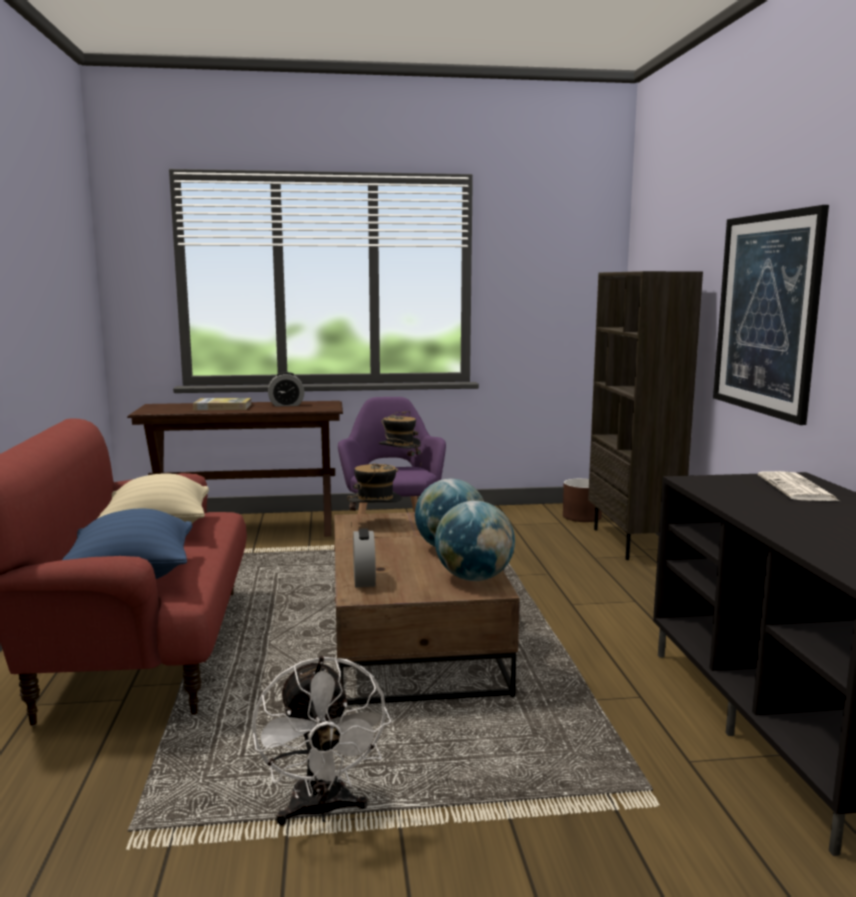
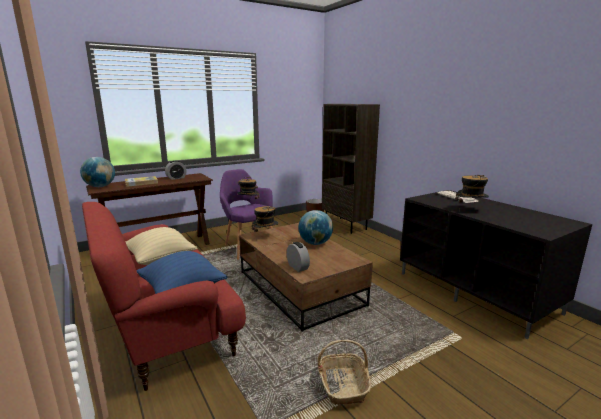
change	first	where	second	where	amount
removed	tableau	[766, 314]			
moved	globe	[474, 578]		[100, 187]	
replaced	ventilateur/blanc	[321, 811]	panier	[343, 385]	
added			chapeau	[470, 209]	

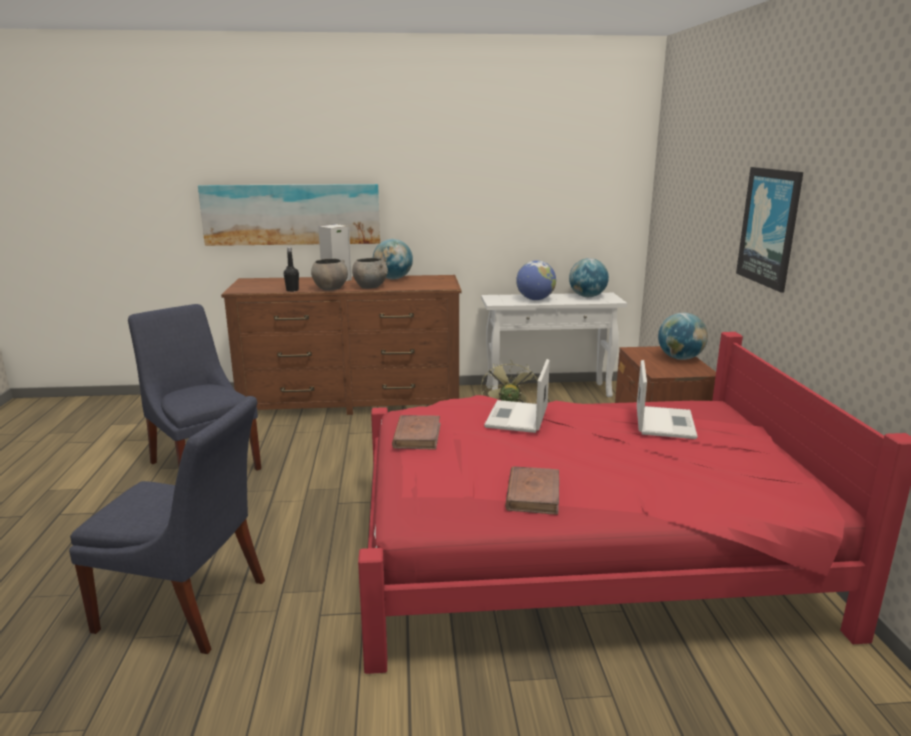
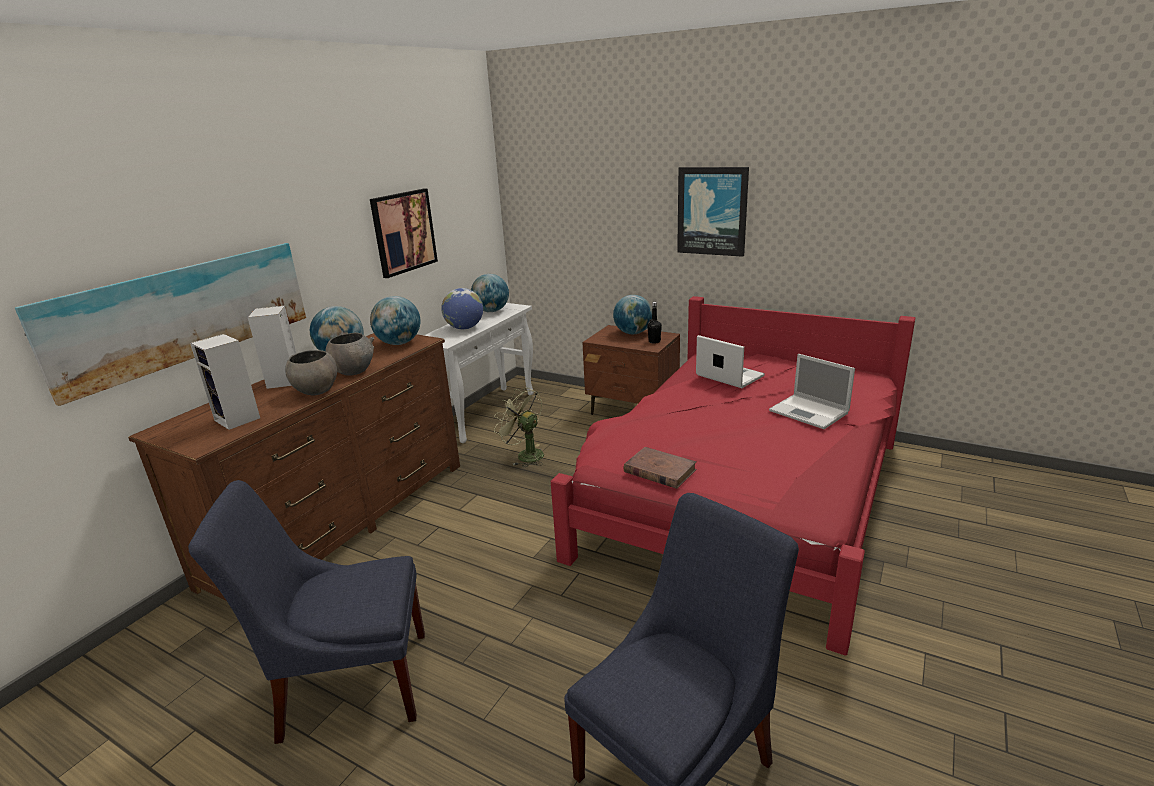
change	first	where	second	where	amount
moved	bouteille/noir	[292, 290]		[654, 341]	
moved	ordinateur portable	[517, 418]		[810, 412]	
removed	livre/marron	[533, 494]			
added			tableau	[403, 232]	
added			globe	[399, 343]	
added			enceinte	[239, 419]	

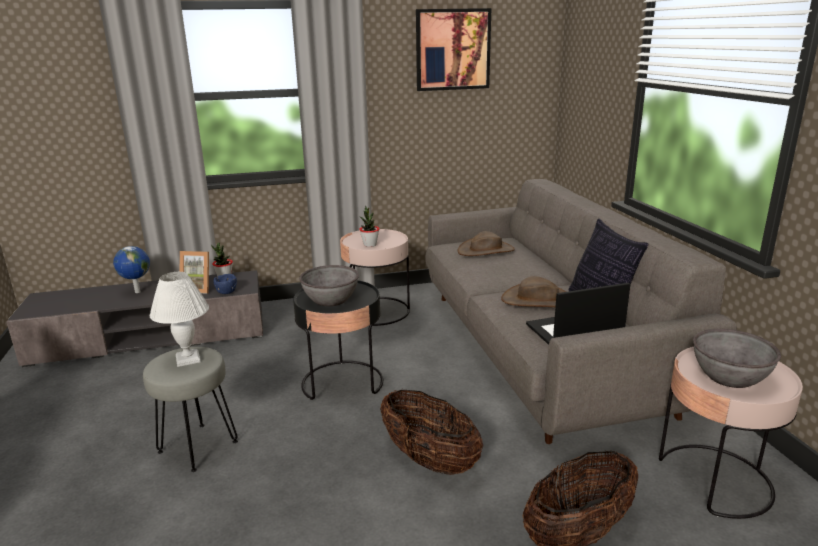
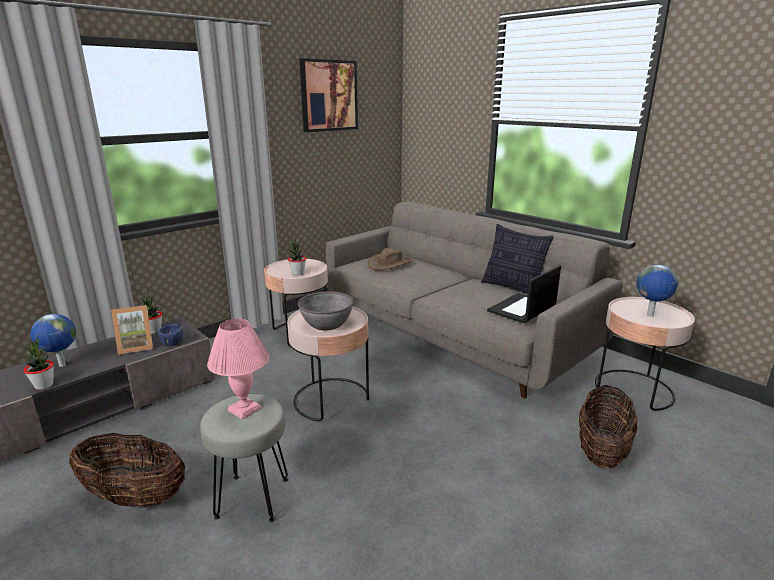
change	first	where	second	where	amount
recoloured	lampe de table/blanc	[188, 359]	lampe de table/rose	[245, 409]	
removed	chapeau/marron	[537, 300]			
recoloured	table d'appoint/noir	[343, 382]	table d'appoint/rose	[331, 399]	
replaced	bol/gris	[729, 377]	globe	[650, 315]	
moved	panier	[429, 460]		[134, 497]	
added			plante en pot	[44, 385]	

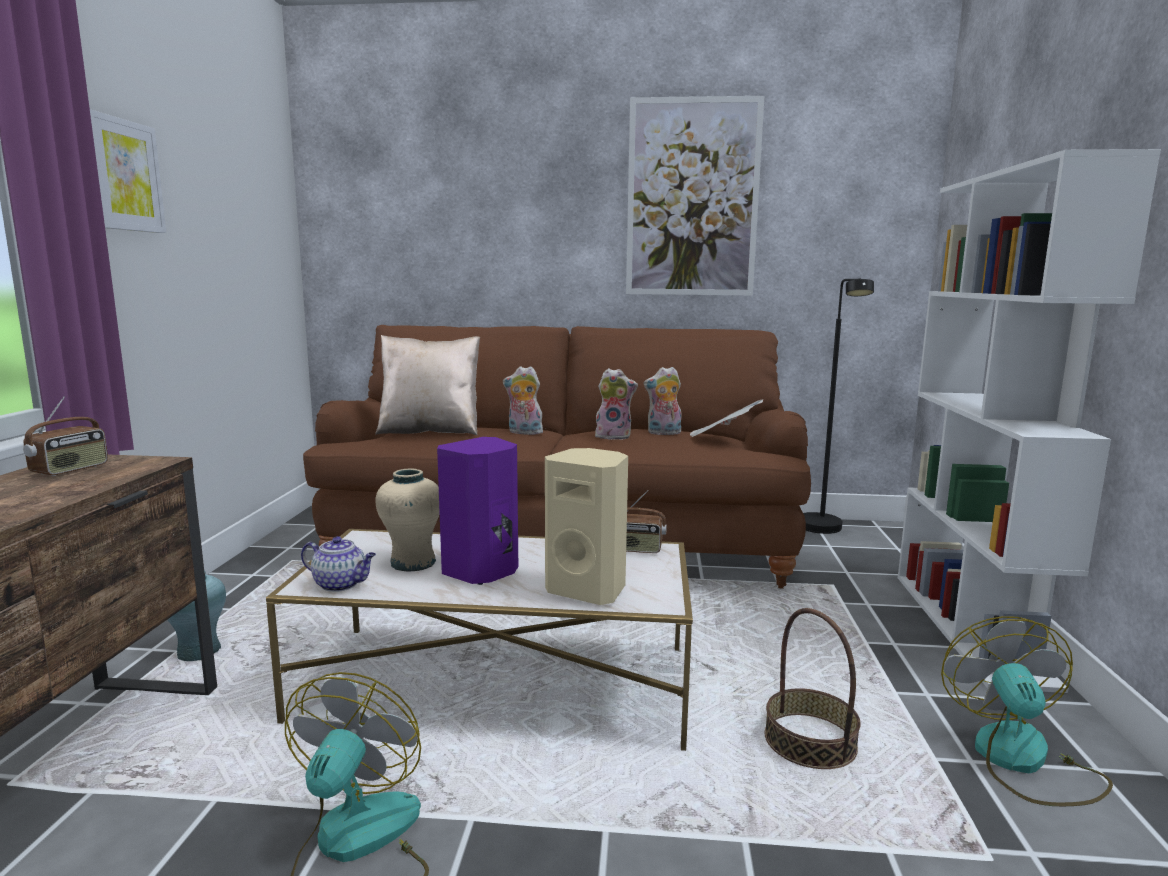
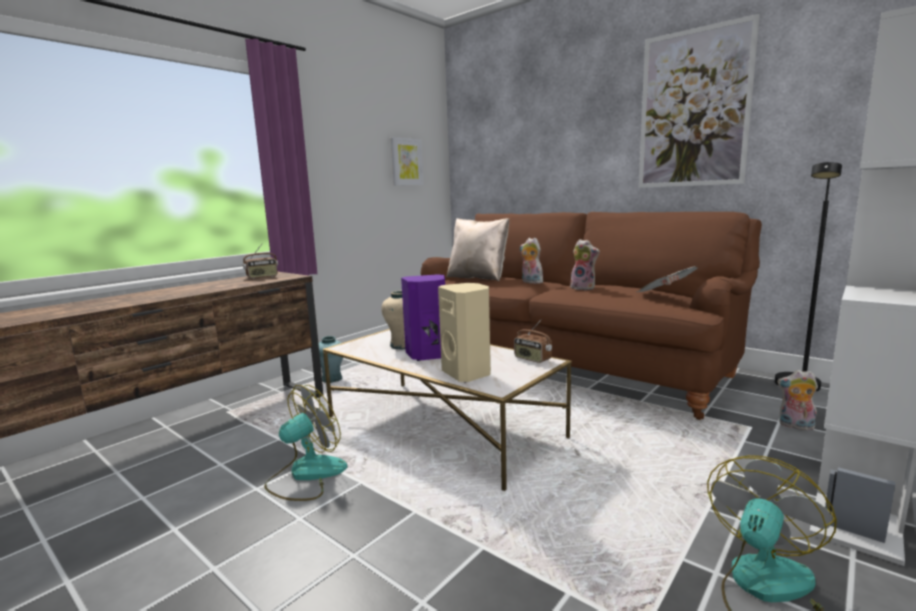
change	first	where	second	where	amount
moved	tableau	[123, 175]		[406, 162]	
moved	peluche	[663, 433]		[795, 426]	
removed	théière	[341, 584]			
removed	panier	[810, 741]			

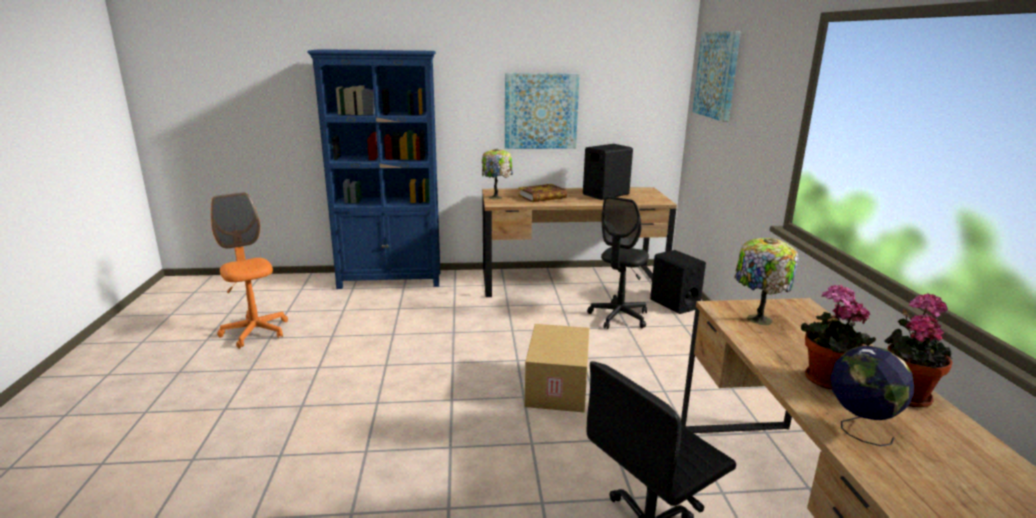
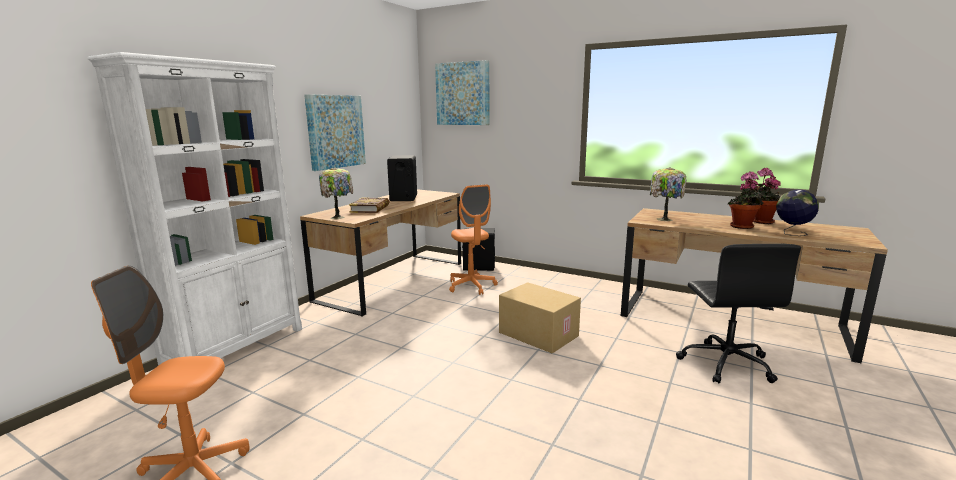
change	first	where	second	where	amount
recoloured	bibliothèque/bleu	[391, 280]	bibliothèque/blanc	[237, 347]	
recoloured	chaise de bureau/noir	[619, 317]	chaise de bureau/orange	[471, 286]	

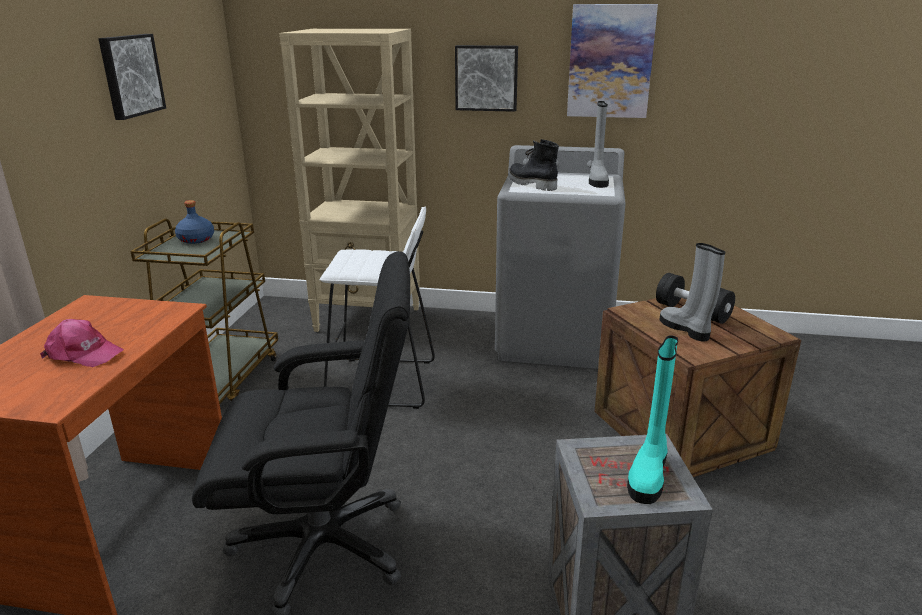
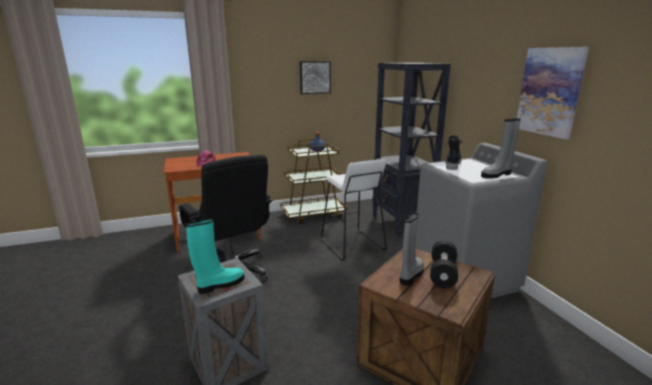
change	first	where	second	where	amount
recoloured	bibliothèque/beige	[369, 320]	bibliothèque/noir	[401, 223]	
removed	tableau	[486, 78]			
turned	botte/turquoise	[648, 473]		[220, 285]	150 degrees clockwise

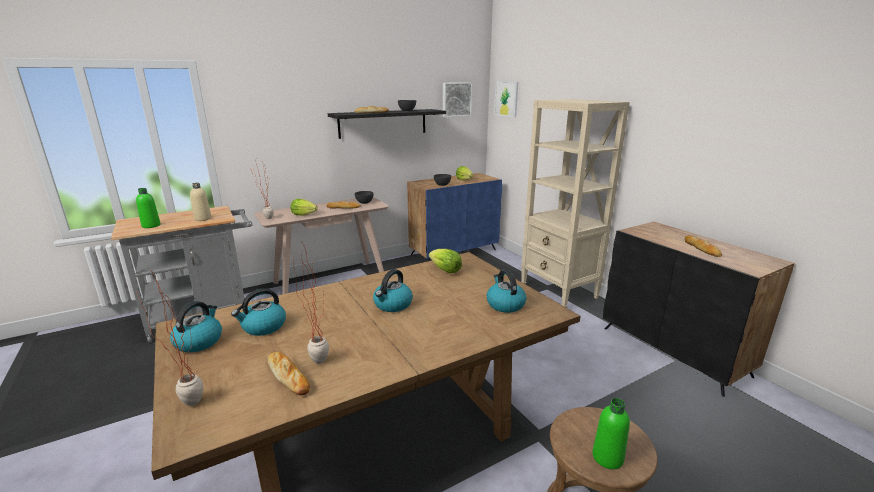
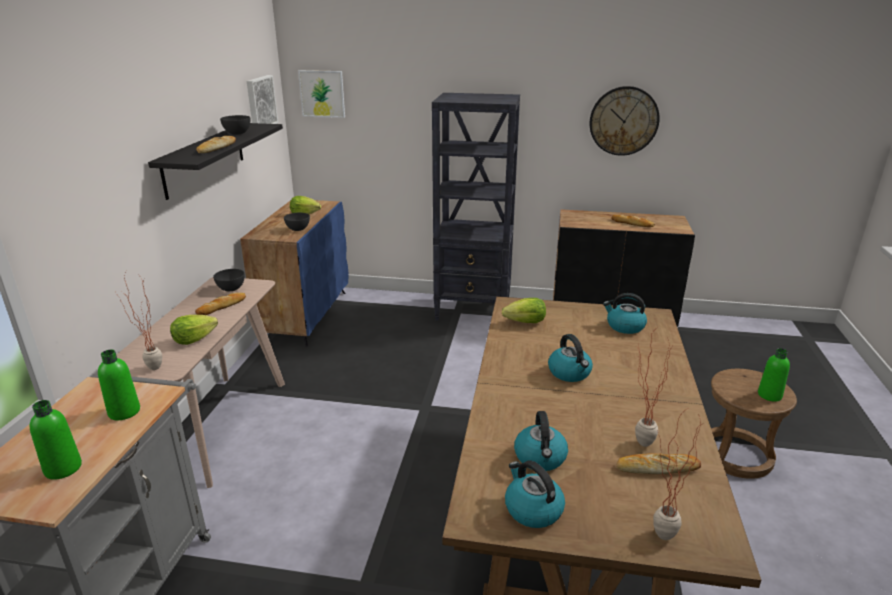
change	first	where	second	where	amount
recoloured	bibliothèque/beige	[559, 292]	bibliothèque/noir	[473, 311]	
recoloured	bouteille/beige	[203, 219]	bouteille/vert	[124, 412]	
added			horloge murale	[623, 121]	

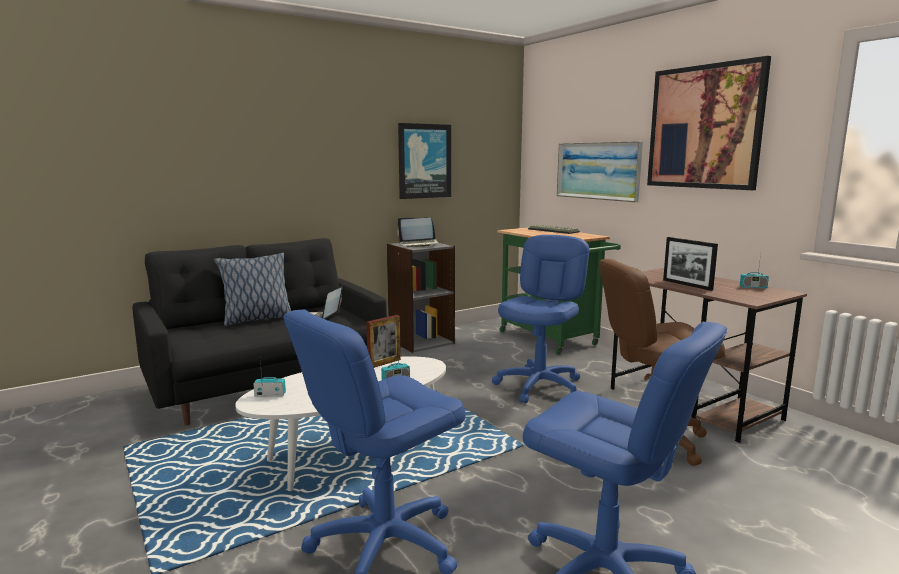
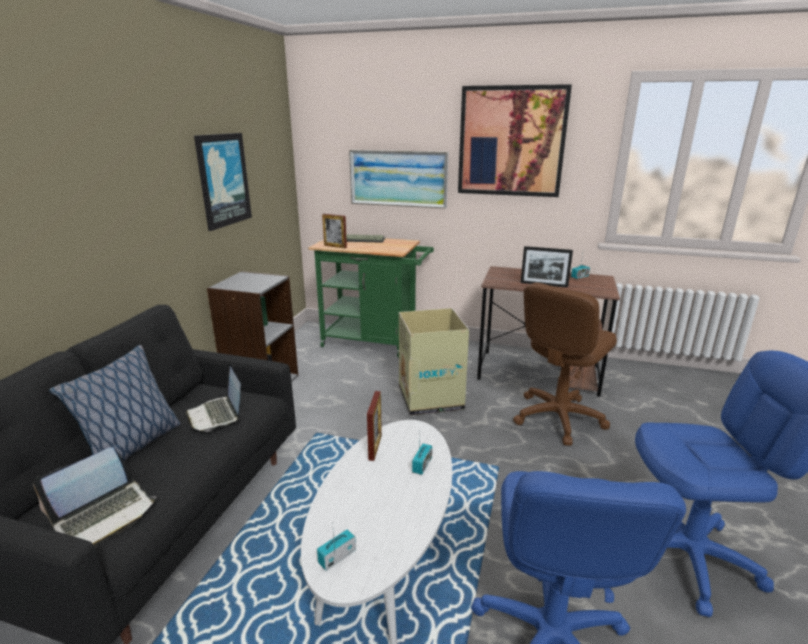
change	first	where	second	where	amount
moved	ordinateur portable	[419, 244]		[105, 515]	
replaced	chaise de bureau/bleu	[540, 386]	carton	[430, 398]	
added			cadre photo	[335, 246]	

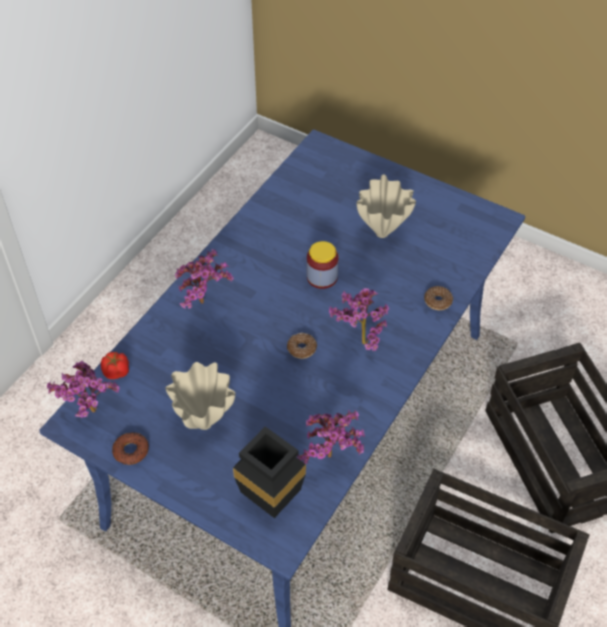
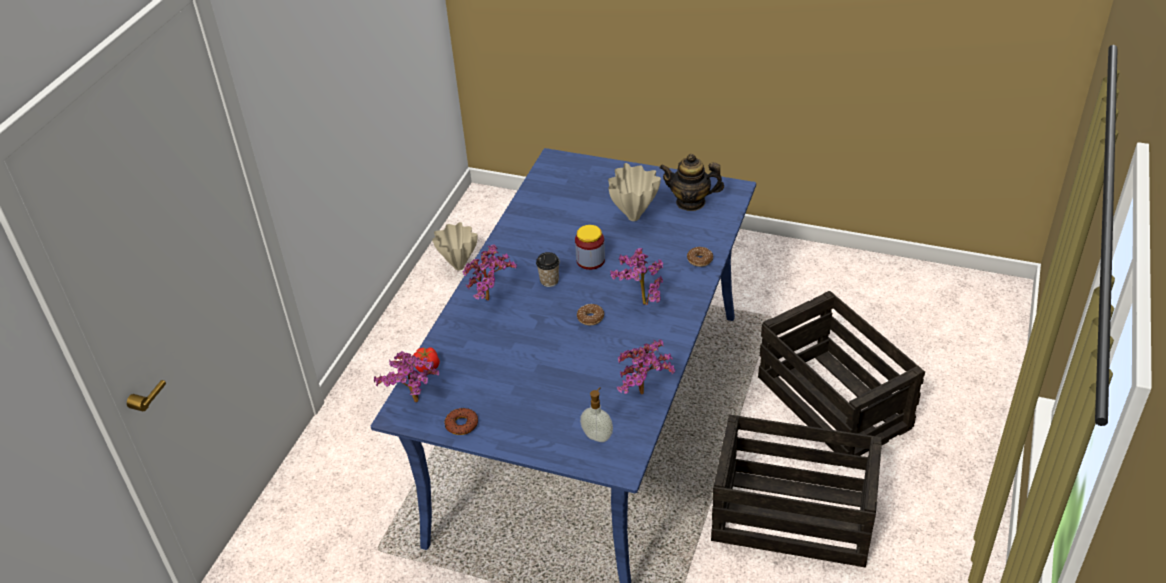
change	first	where	second	where	amount
moved	vase/beige	[205, 422]		[459, 266]	
replaced	vase/noir	[267, 499]	distributeur de savon	[597, 436]	
added			théière	[691, 202]	
added			tasse	[549, 281]	

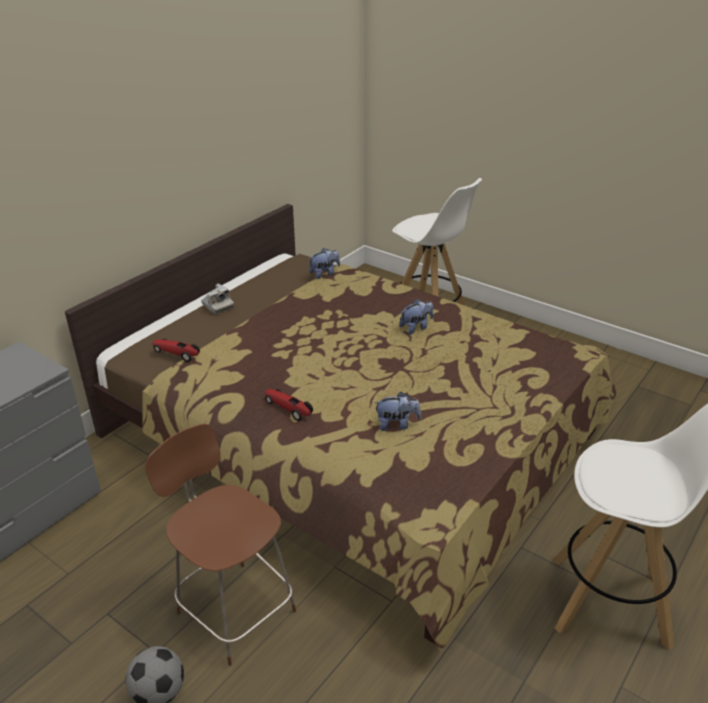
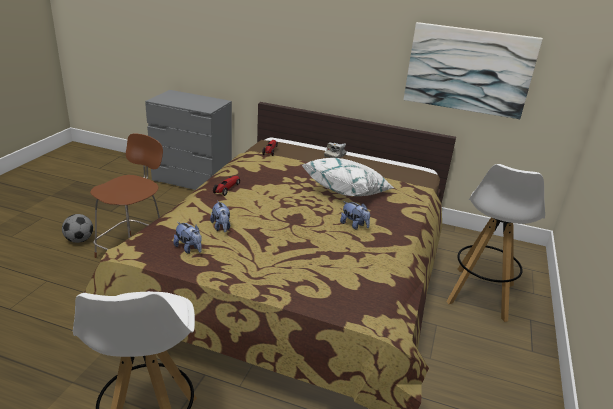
change	first	where	second	where	amount
moved	peluche	[324, 274]		[189, 248]	
added			tableau	[468, 70]	
added			coussin/blanc	[347, 192]	

